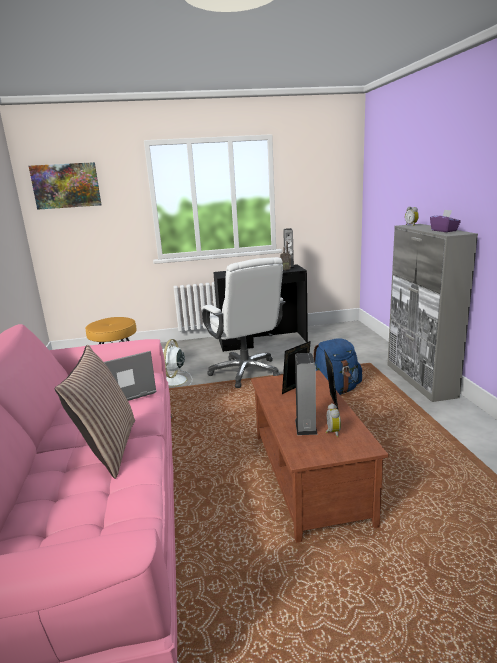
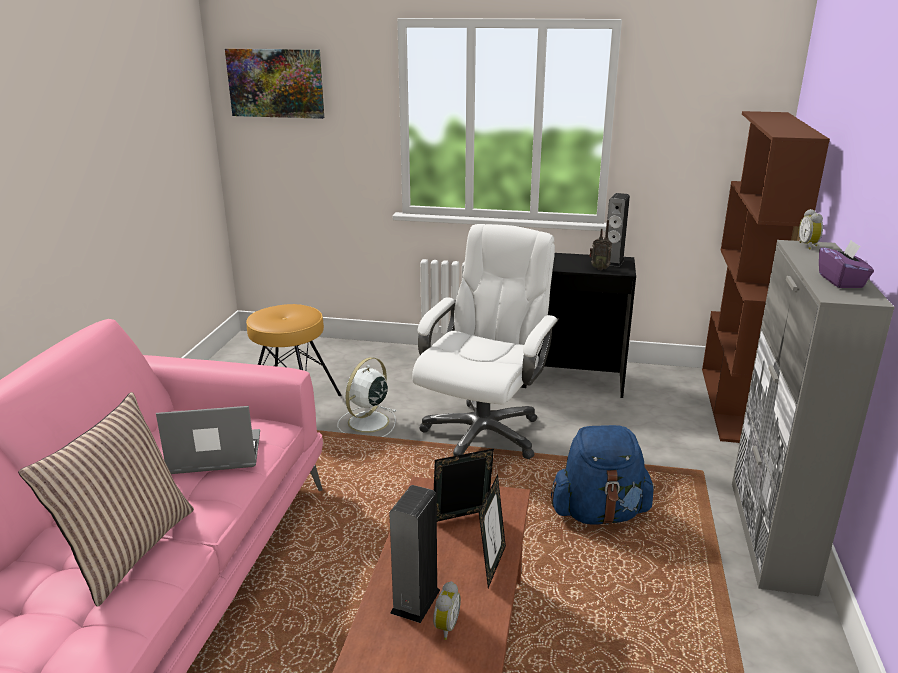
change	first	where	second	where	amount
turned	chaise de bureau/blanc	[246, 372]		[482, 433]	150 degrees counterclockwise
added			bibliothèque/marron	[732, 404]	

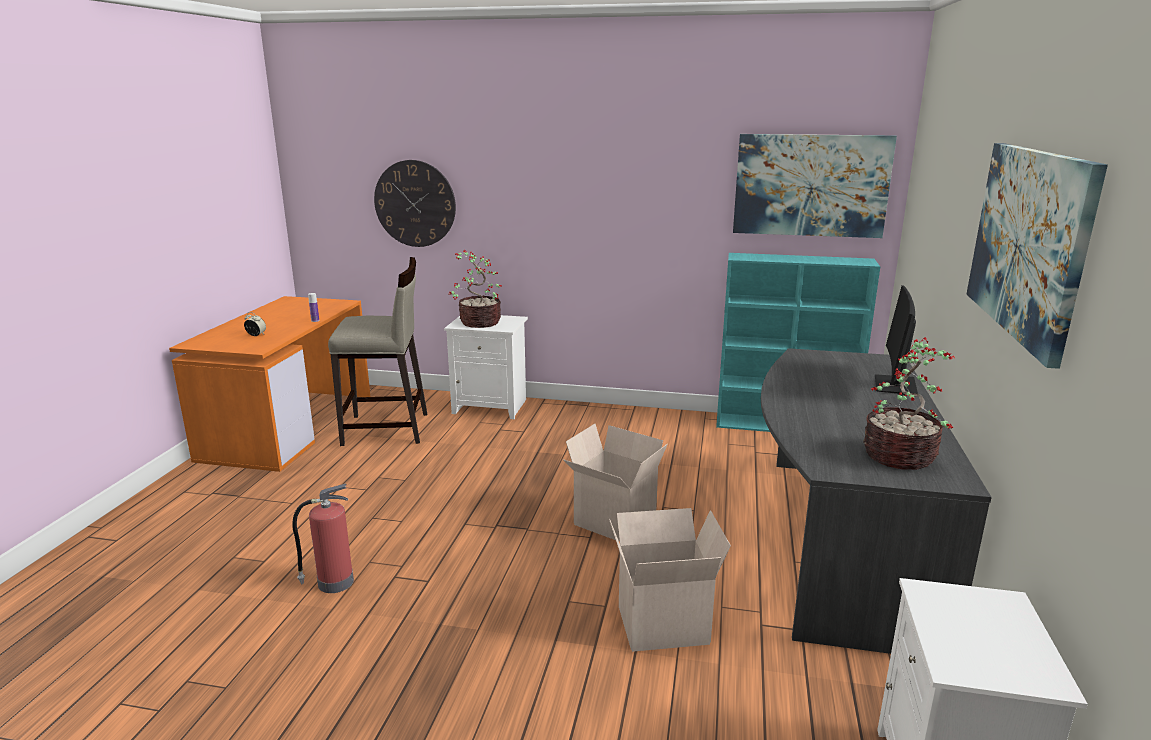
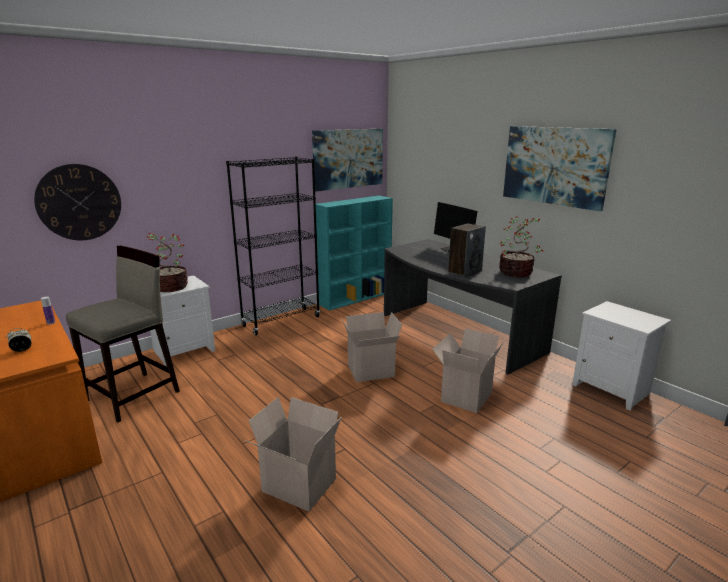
change	first	where	second	where	amount
replaced	extincteur	[333, 583]	carton	[297, 486]	
added			bibliothèque/noir	[281, 321]	
added			enceinte	[465, 271]	

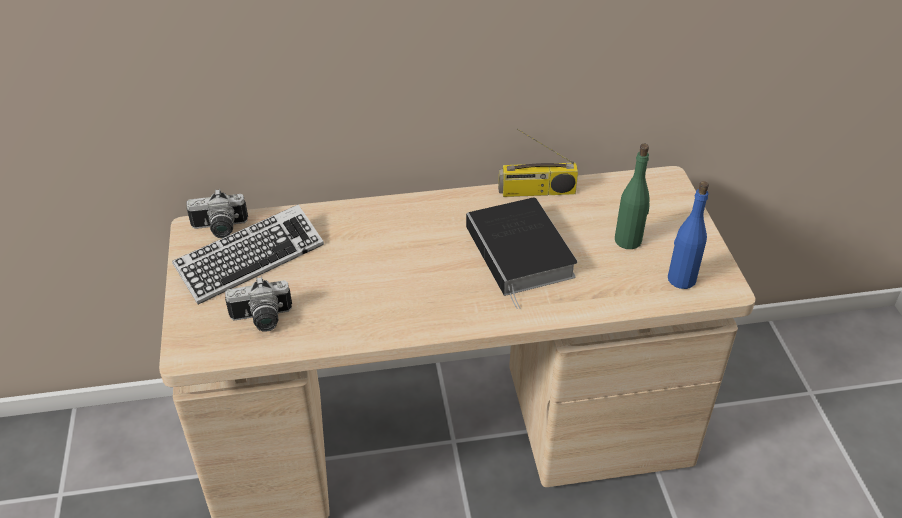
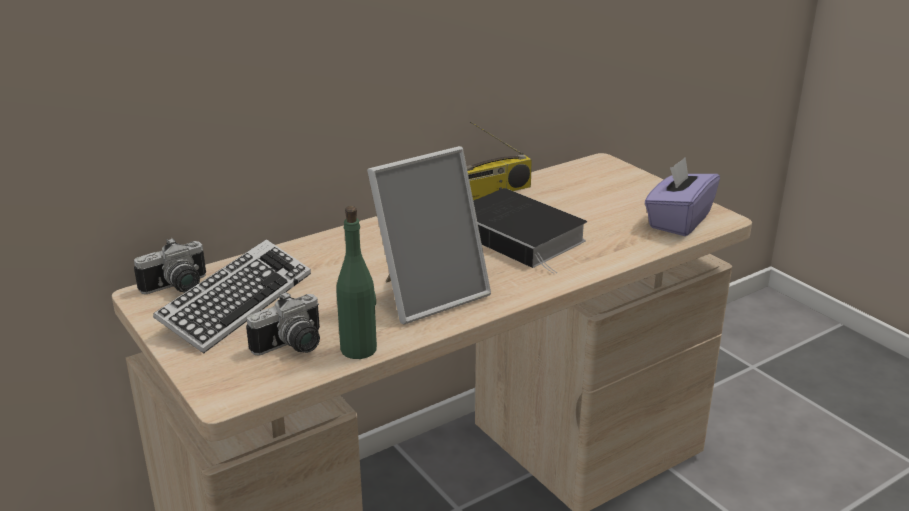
change	first	where	second	where	amount
moved	bouteille/vert	[628, 240]		[359, 349]	
replaced	bouteille/bleu	[681, 279]	boîte à mouchoirs/violet	[678, 221]	
added			cadre photo	[429, 294]	

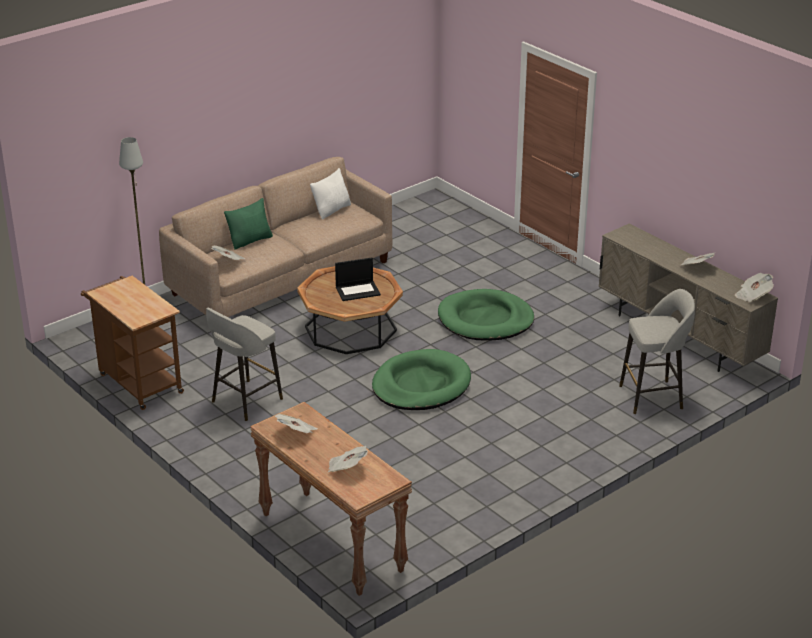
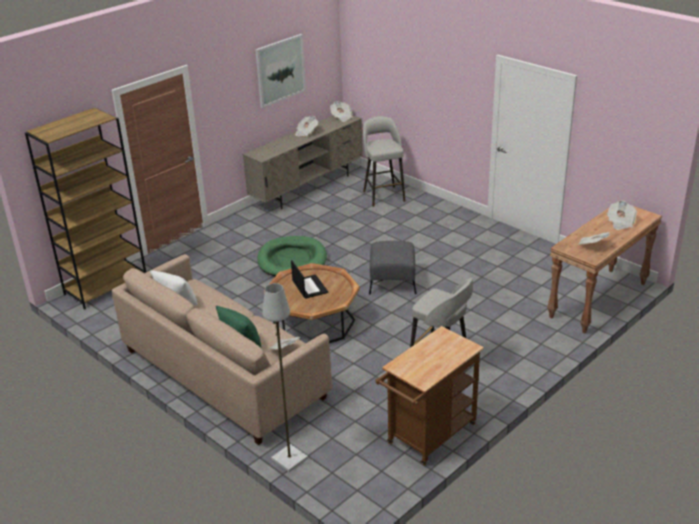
change	first	where	second	where	amount
replaced	panier pour chien/vert	[421, 385]	pouf/gris	[392, 281]	
added			tableau	[280, 70]	
added			bibliothèque/marron	[106, 285]	

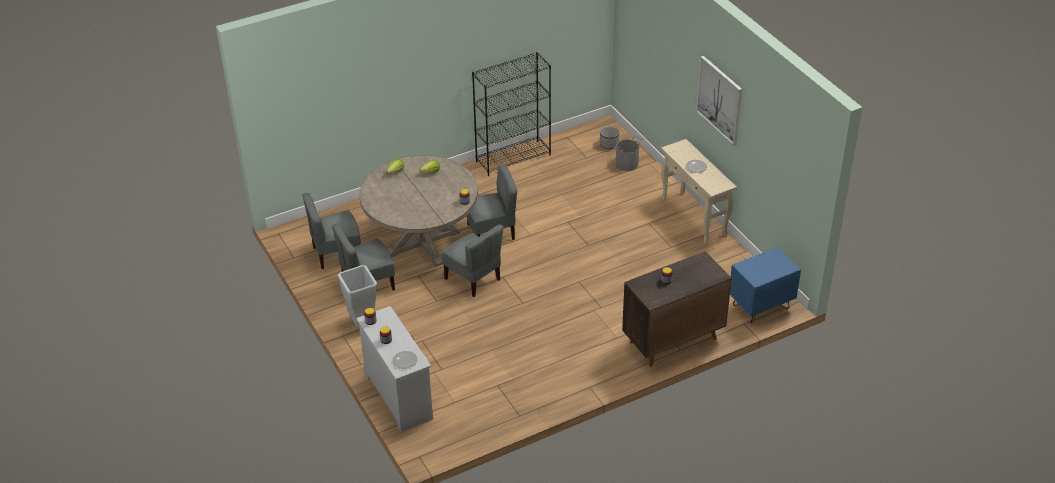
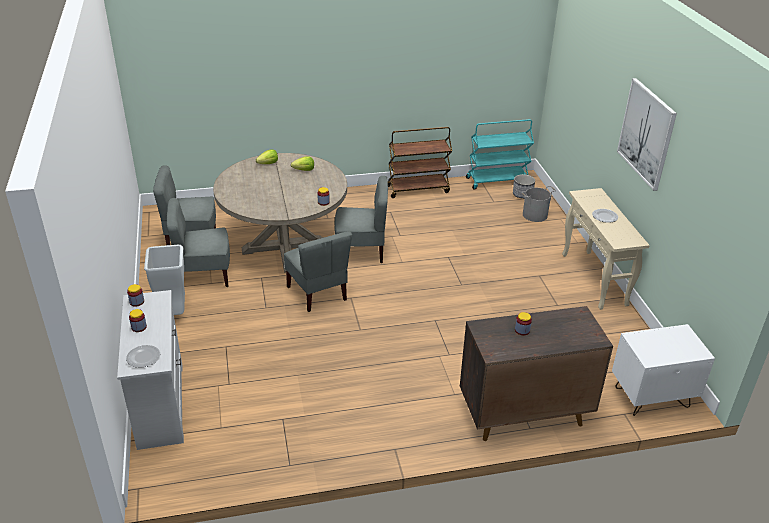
change	first	where	second	where	amount
replaced	bibliothèque/noir	[513, 158]	chariot/marron	[418, 189]	
recoloured	table de chevet/bleu	[760, 307]	table de chevet/blanc	[651, 398]	
added			chariot/turquoise	[497, 180]	

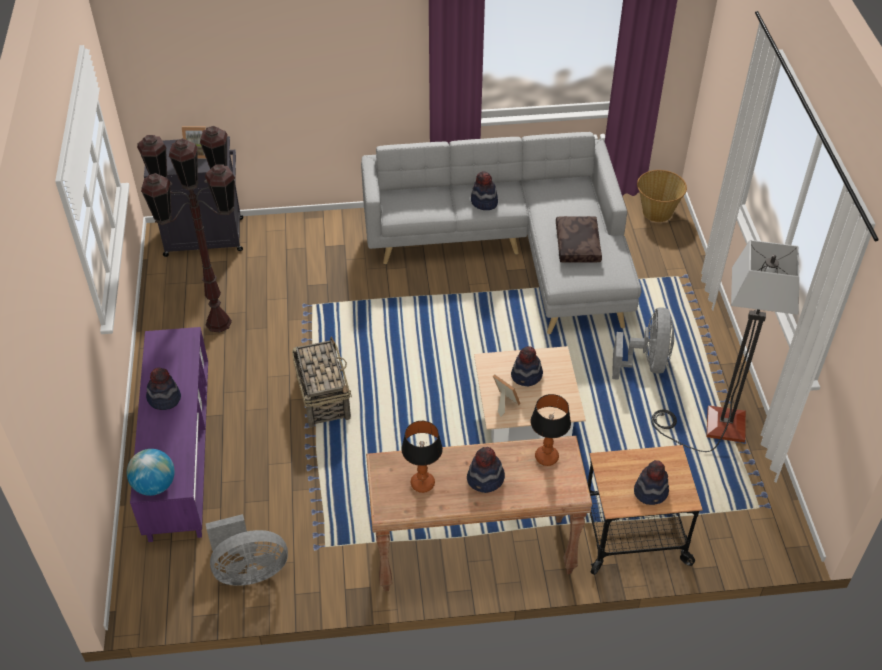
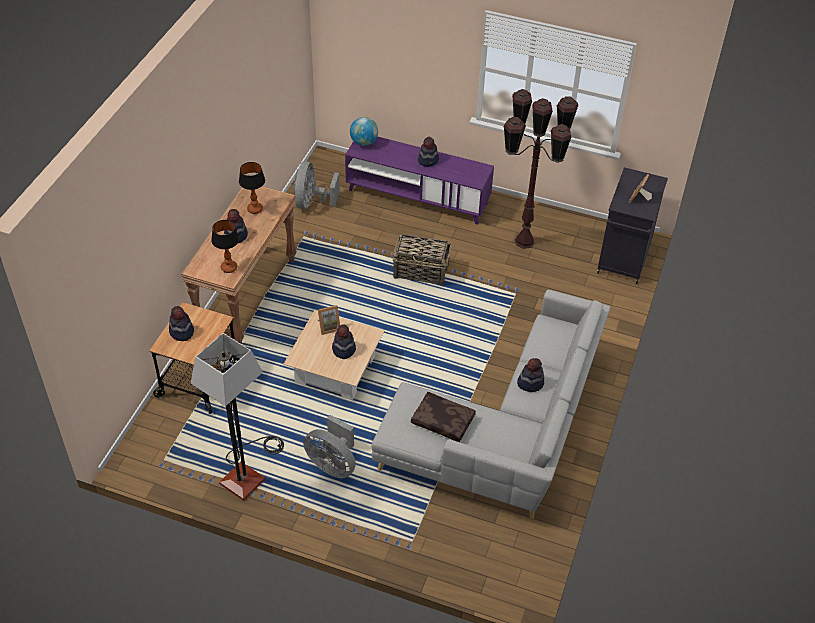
change	first	where	second	where	amount
removed	panier	[657, 212]			

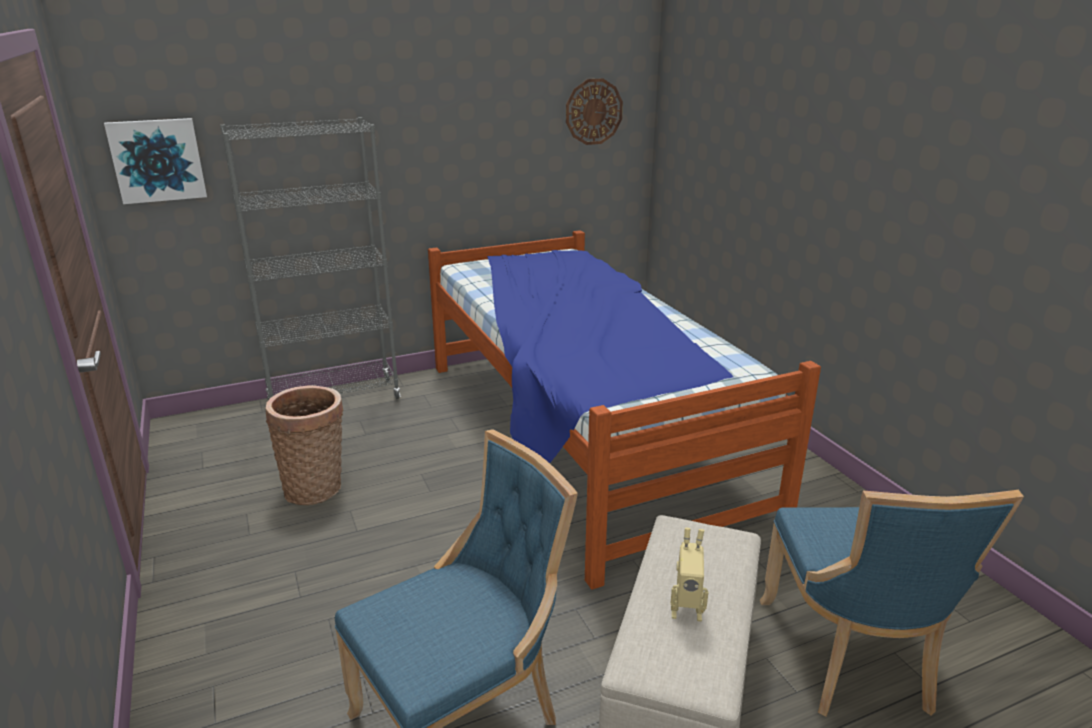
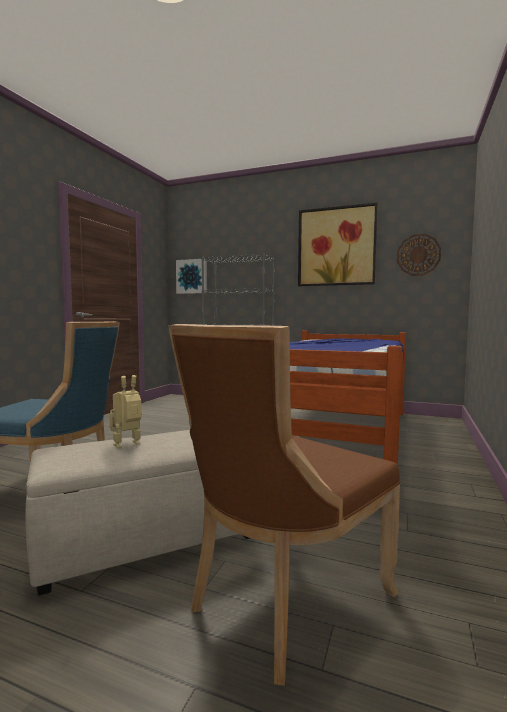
change	first	where	second	where	amount
removed	panier	[316, 487]			
recoloured	chaise/bleu	[850, 658]	chaise/marron	[284, 601]	
turned	robot jouet	[686, 609]		[128, 445]	90 degrees clockwise
added			tableau	[336, 246]	

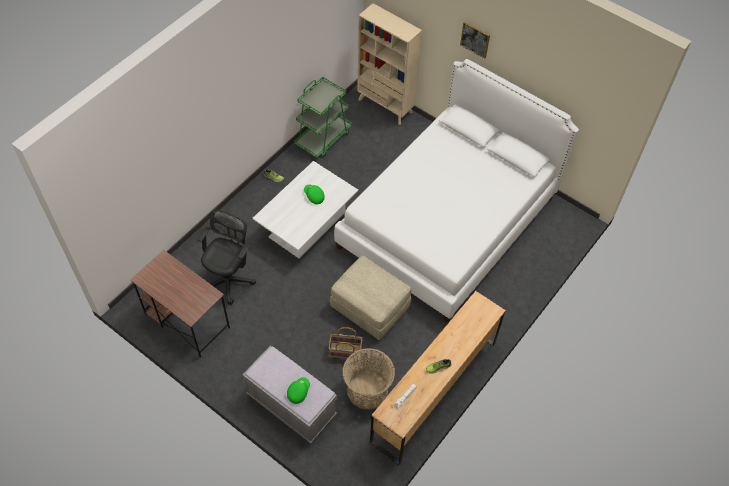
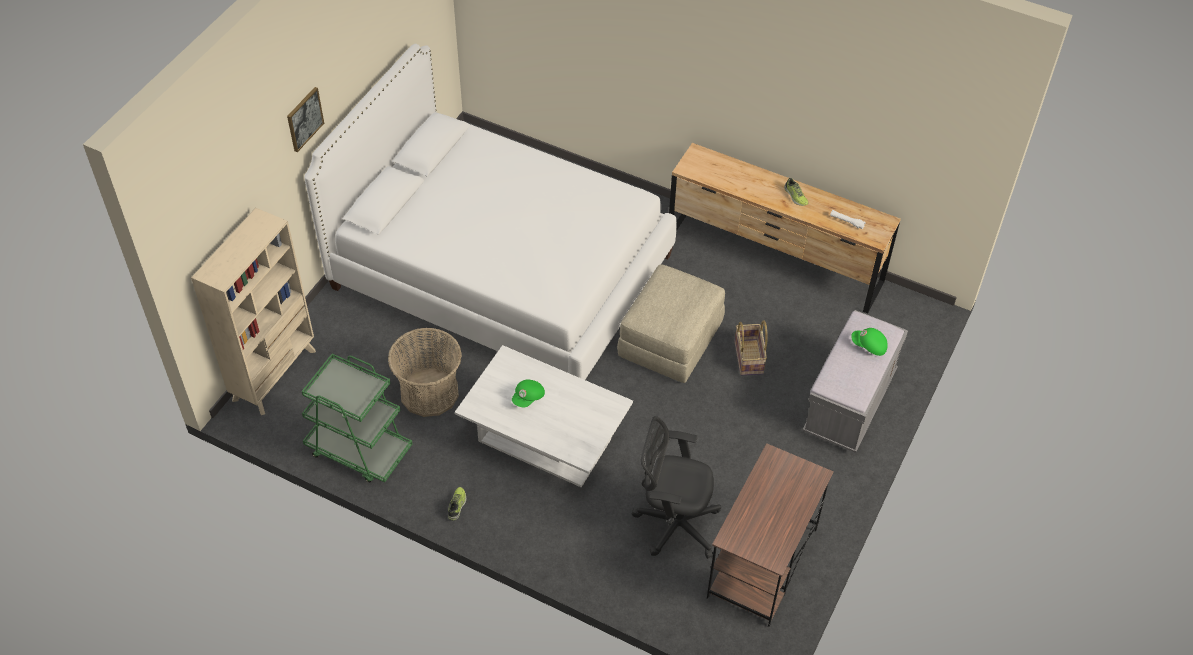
change	first	where	second	where	amount
moved	panier	[367, 390]		[429, 393]	

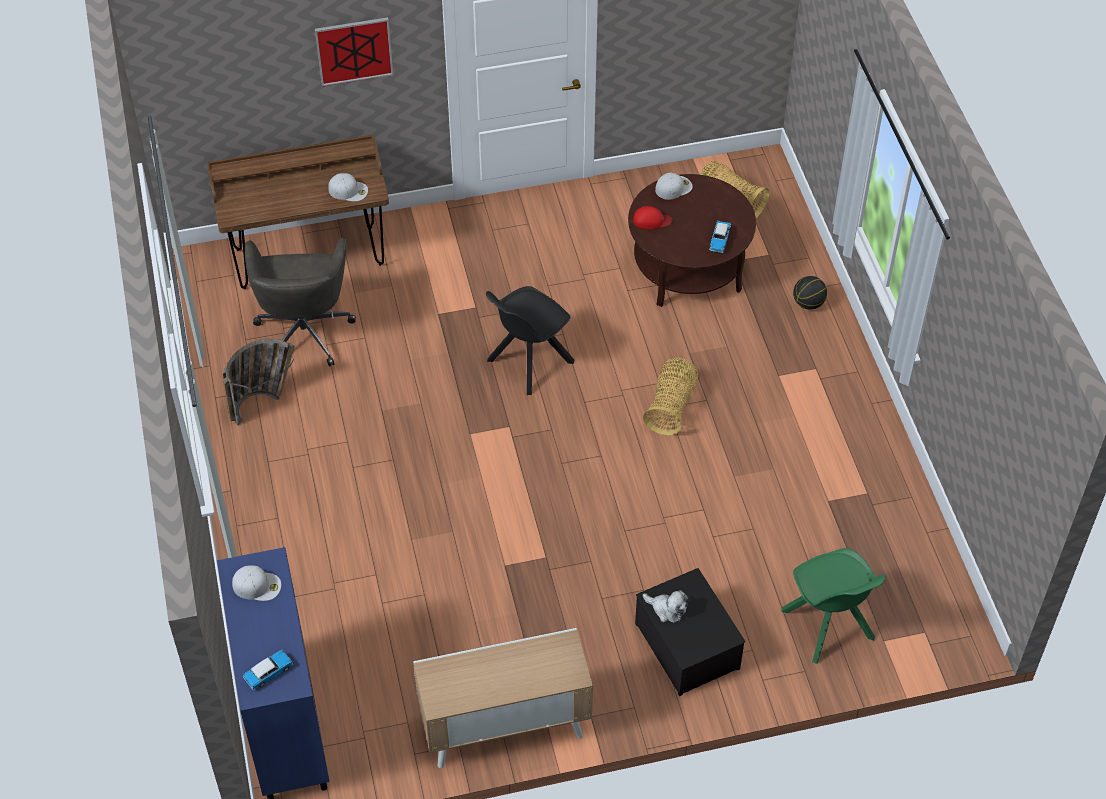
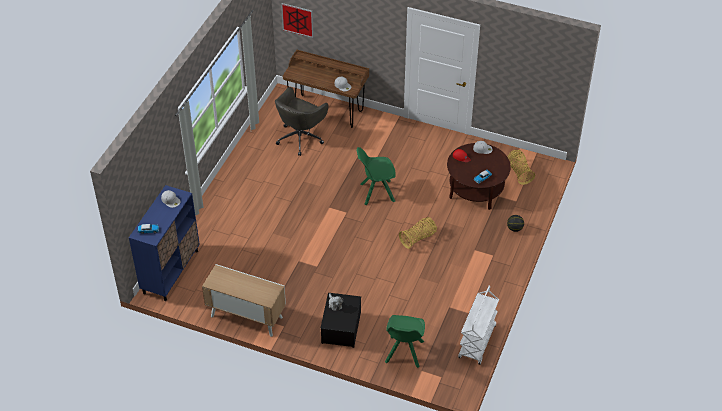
change	first	where	second	where	amount
moved	tableau	[354, 51]		[297, 20]	
recoloured	chaise/noir	[528, 362]	chaise/vert	[376, 192]	
removed	panier	[263, 401]			
added			chariot/blanc	[477, 342]	

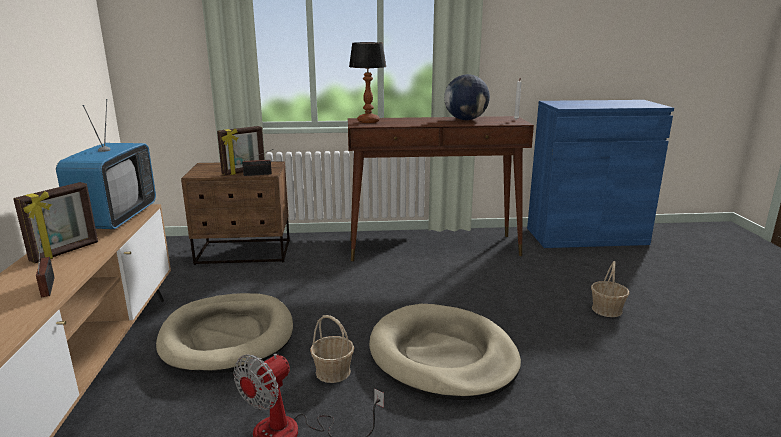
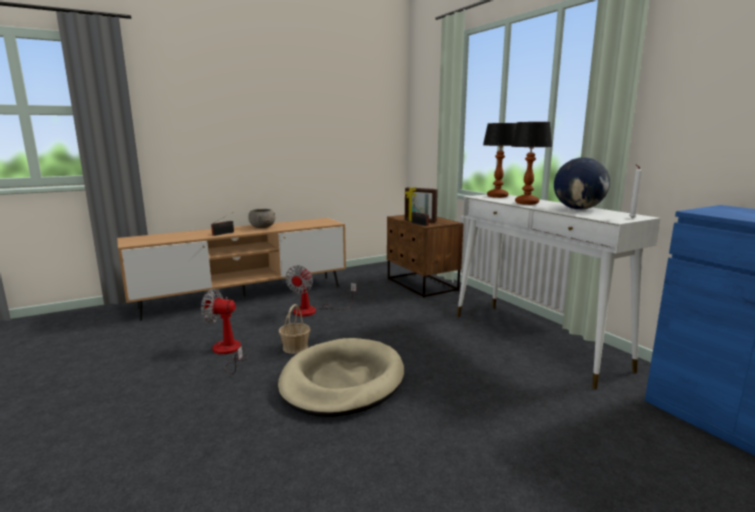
change	first	where	second	where	amount
removed	téléviseur	[116, 218]			
recoloured	table console/marron	[434, 247]	table console/blanc	[535, 341]	
replaced	cadre photo	[65, 252]	bol/gris	[262, 227]	
removed	panier	[607, 309]			
replaced	panier pour chien/beige	[228, 337]	ventilateur	[313, 310]	
added			lampe de table	[527, 203]	

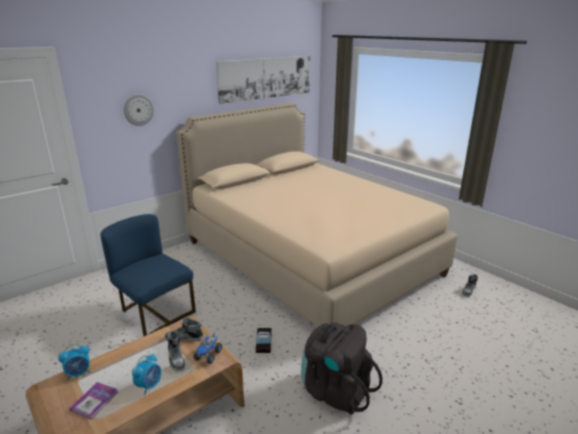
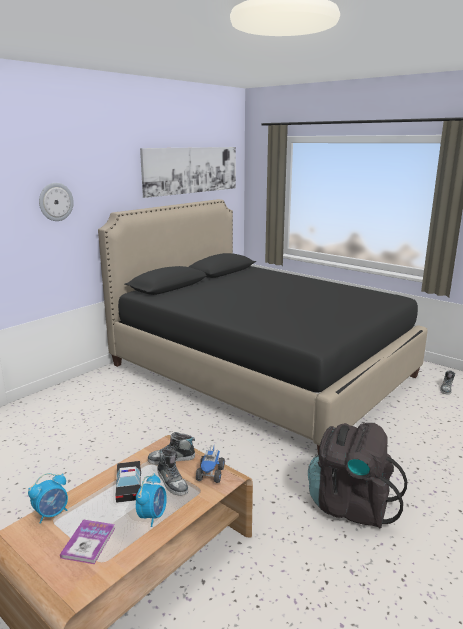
change	first	where	second	where	amount
recoloured	lit/beige	[309, 258]	lit/noir	[261, 370]	
removed	chaise/bleu	[155, 313]			
moved	petite voiture	[263, 343]		[129, 486]	

